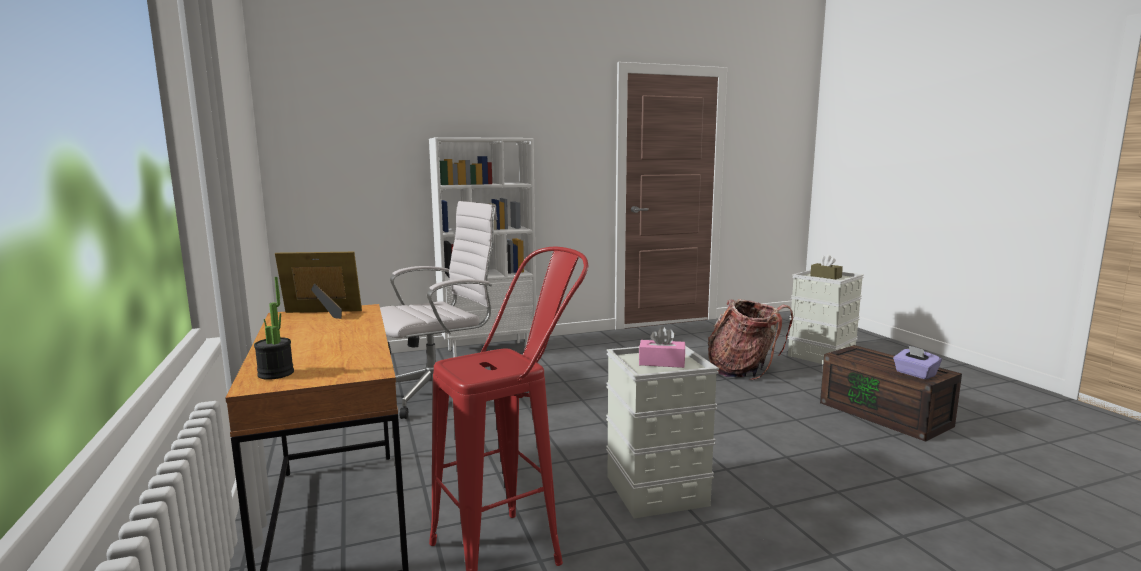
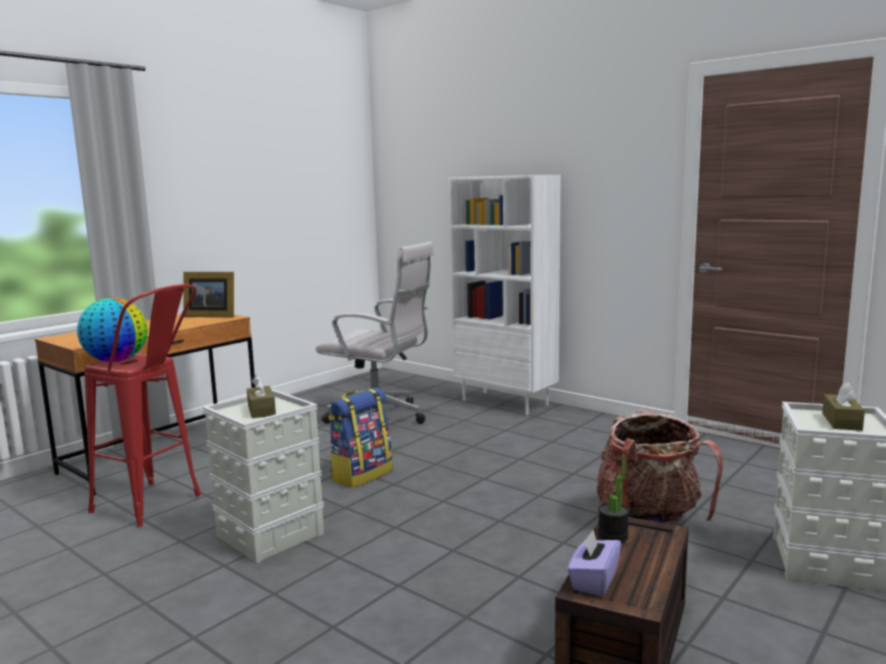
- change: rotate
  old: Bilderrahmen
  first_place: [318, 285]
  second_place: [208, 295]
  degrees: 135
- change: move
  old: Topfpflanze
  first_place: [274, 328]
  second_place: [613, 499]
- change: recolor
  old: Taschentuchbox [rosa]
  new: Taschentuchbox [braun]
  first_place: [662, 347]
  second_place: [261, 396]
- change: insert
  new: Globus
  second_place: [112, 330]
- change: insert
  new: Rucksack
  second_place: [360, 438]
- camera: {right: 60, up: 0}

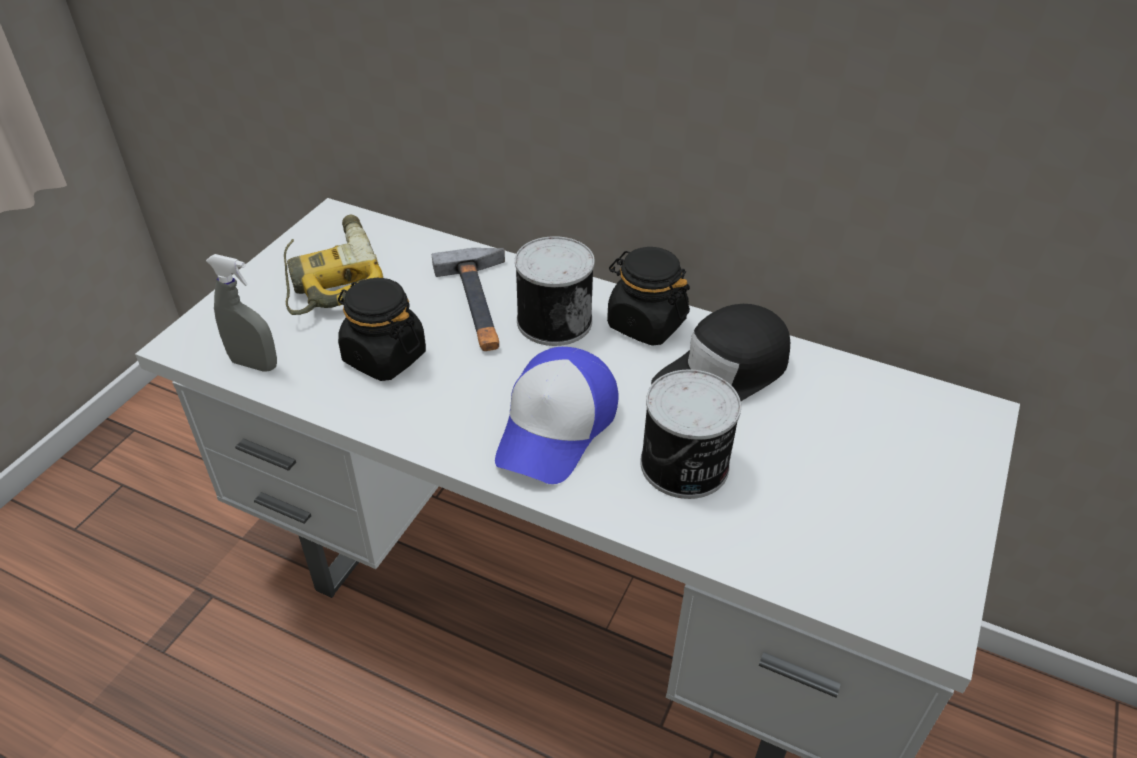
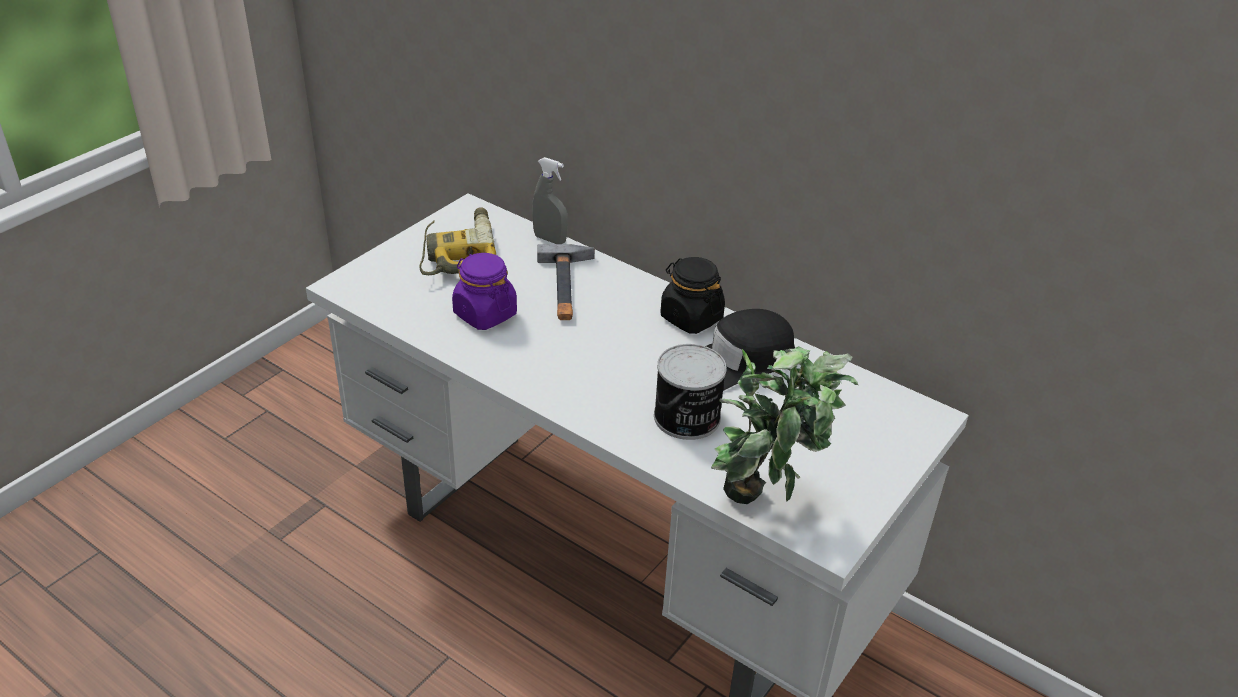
- change: delete
  old: Dose
  first_place: [555, 291]
- change: move
  old: Sprühflasche [grau]
  first_place: [241, 313]
  second_place: [550, 200]
- change: recolor
  old: Vorratsglas [schwarz]
  new: Vorratsglas [lila]
  first_place: [382, 329]
  second_place: [484, 291]
- change: delete
  old: Kappe
  first_place: [557, 415]
- change: insert
  new: Topfpflanze
  second_place: [784, 425]
- camera: {right: 10, up: -5}

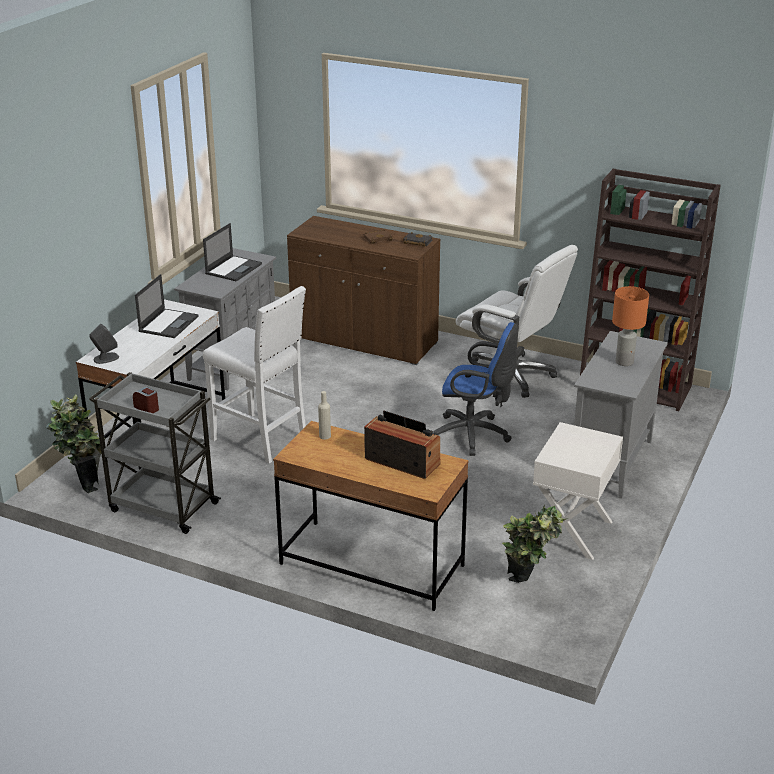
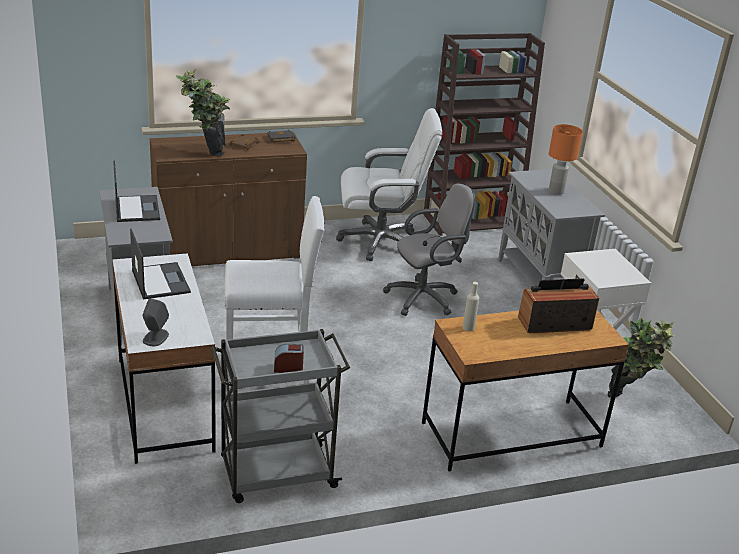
- change: recolor
  old: Bürostuhl [blau]
  new: Bürostuhl [grau]
  first_place: [475, 389]
  second_place: [429, 250]
- change: move
  old: Topfpflanze
  first_place: [75, 443]
  second_place: [203, 113]
- camera: {right: -45, up: 0}

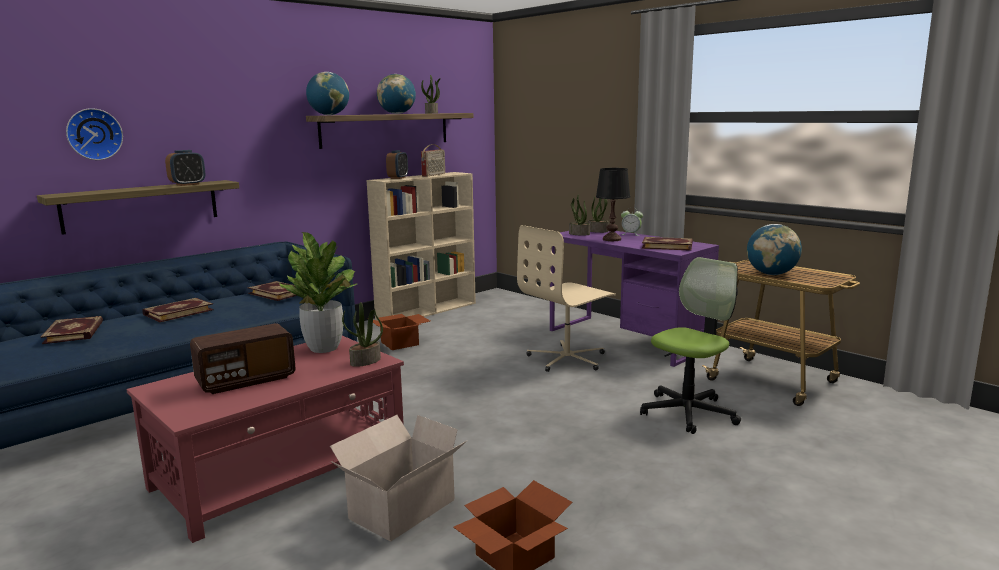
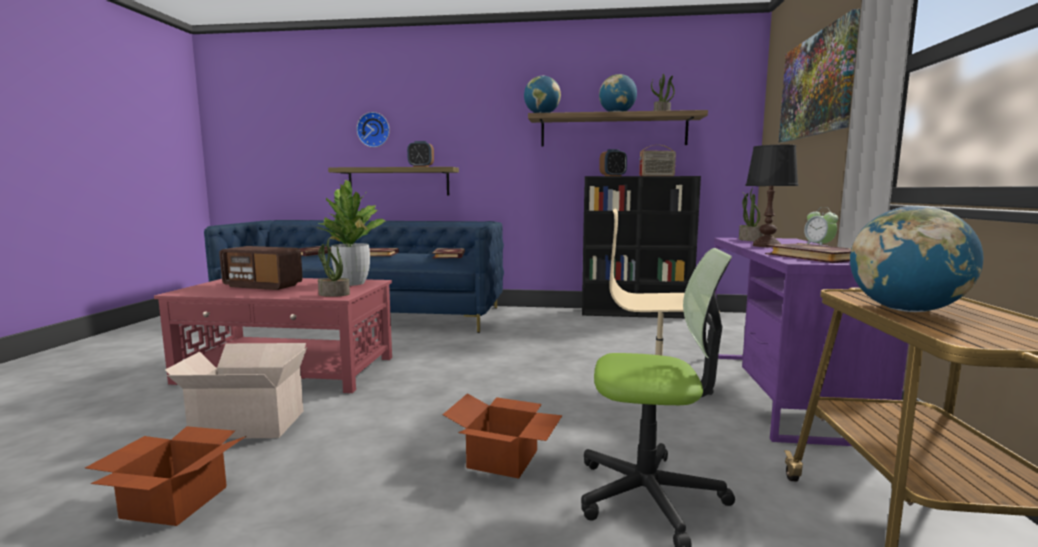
- change: recolor
  old: Bücherregal [beige]
  new: Bücherregal [schwarz]
  first_place: [421, 246]
  second_place: [641, 247]
- change: delete
  old: Topfpflanze
  first_place: [598, 215]
- change: move
  old: Karton
  first_place: [398, 332]
  second_place: [502, 436]
- change: insert
  new: Bild
  second_place: [819, 75]
- camera: {right: 50, up: -5}

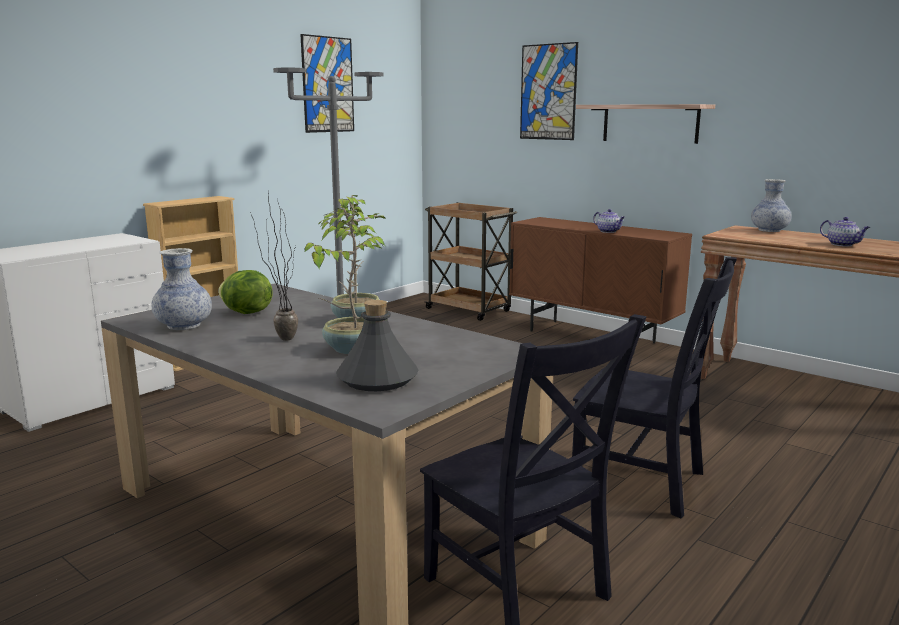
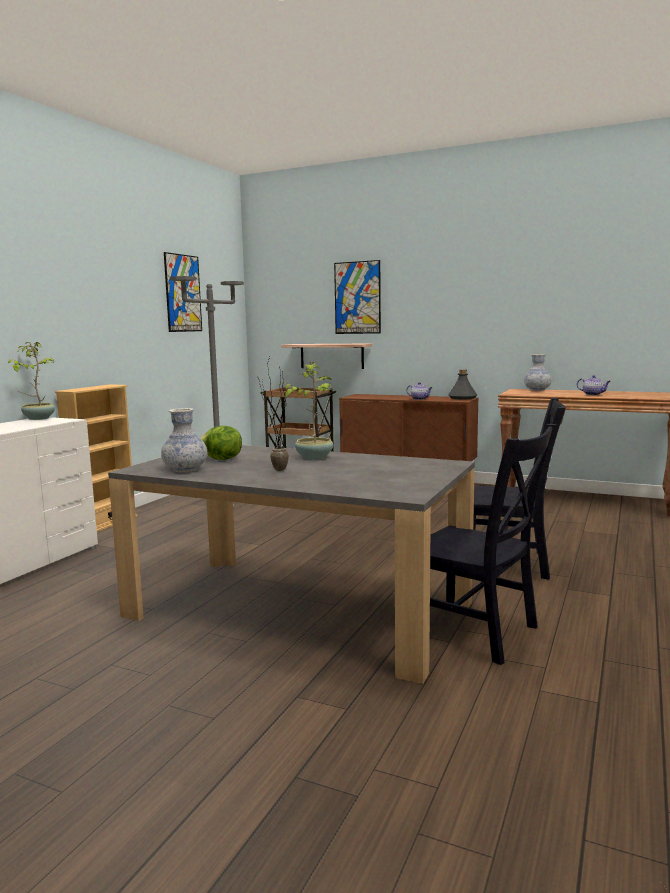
- change: move
  old: Wandregal
  first_place: [645, 124]
  second_place: [326, 356]
- change: move
  old: Topfpflanze
  first_place: [344, 280]
  second_place: [31, 381]
- change: move
  old: Flasche [grau]
  first_place: [377, 345]
  second_place: [462, 384]
- camera: {right: -15, up: -5}

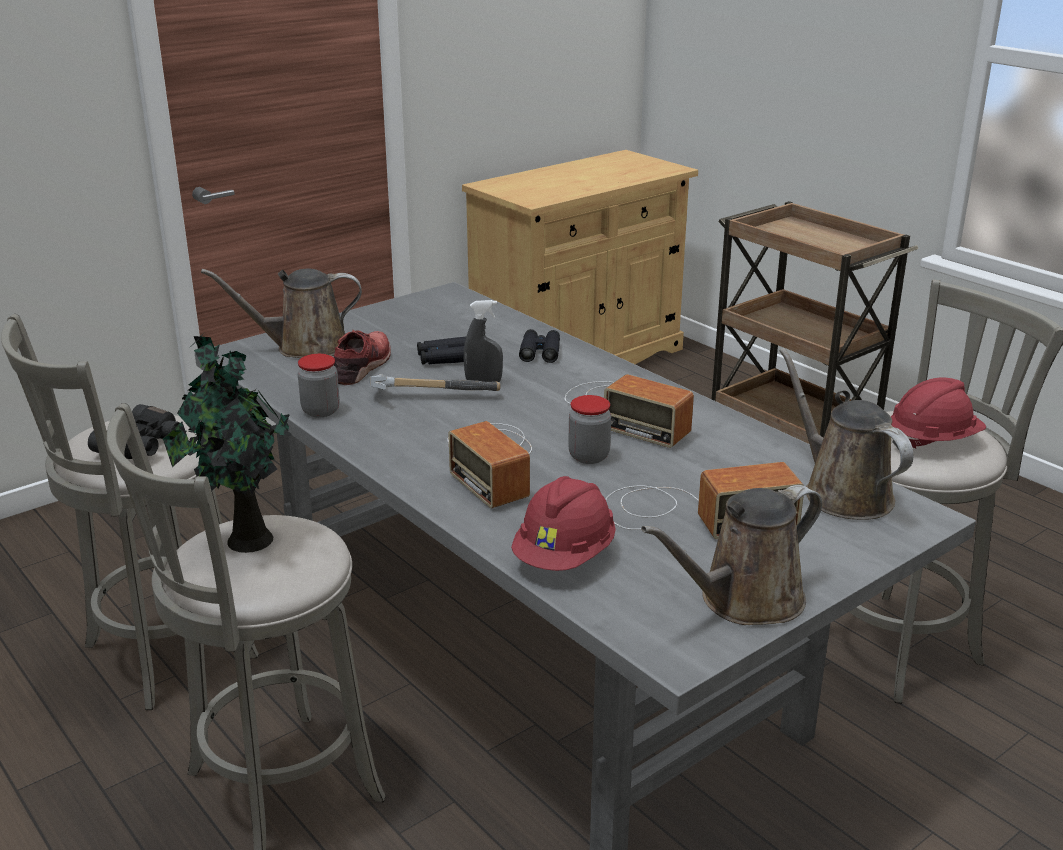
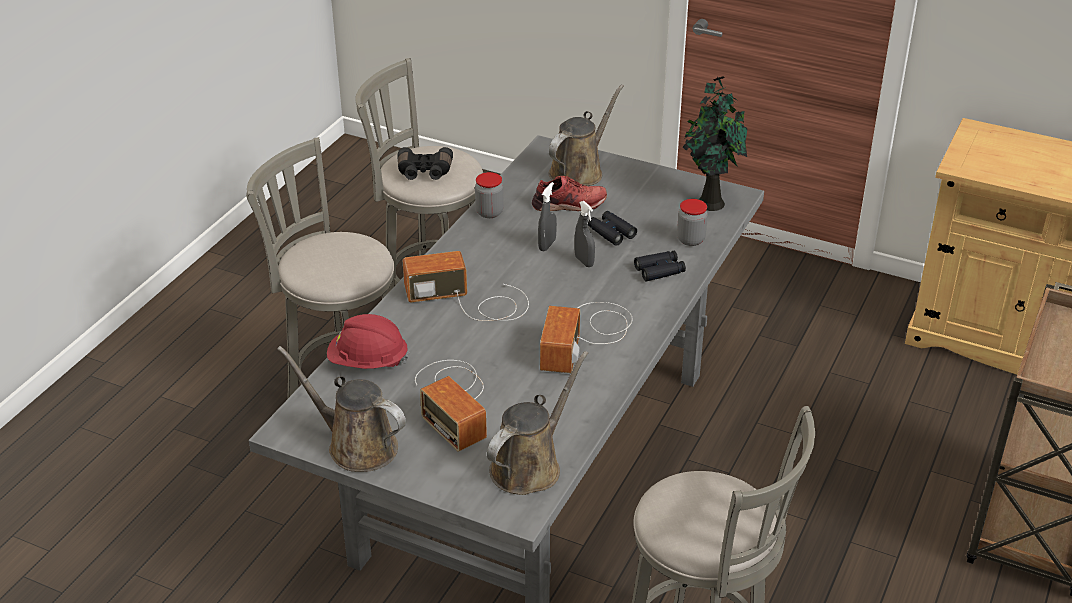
- change: rotate
  old: Gießkanne [braun]
  first_place: [281, 313]
  second_place: [586, 135]
  degrees: 75
- change: move
  old: Topfpflanze
  first_place: [227, 442]
  second_place: [715, 143]
- change: replace
  old: Hammer
  new: Sprühflasche [grau]
  first_place: [434, 382]
  second_place: [547, 217]
- change: delete
  old: Schutzhelm [rot]
  first_place: [938, 413]
- change: move
  old: Vorratsglas
  first_place: [589, 429]
  second_place: [692, 222]
- change: rotate
  old: Radio
  first_place: [489, 464]
  second_place: [466, 286]
  degrees: 45
- camera: {right: 65, up: 10}

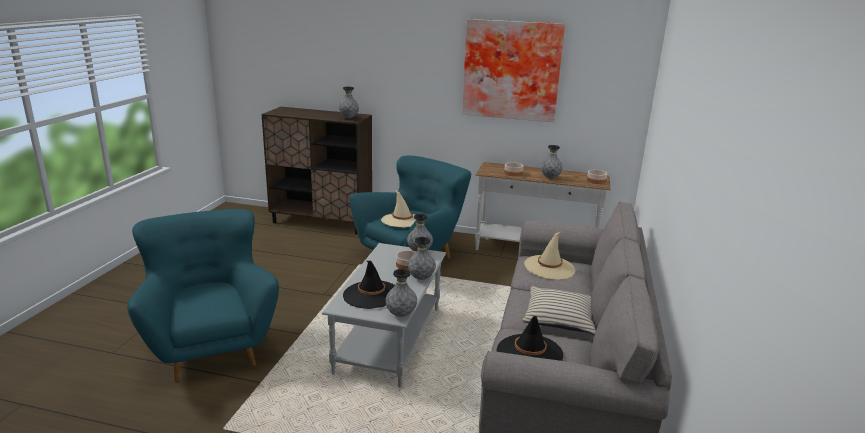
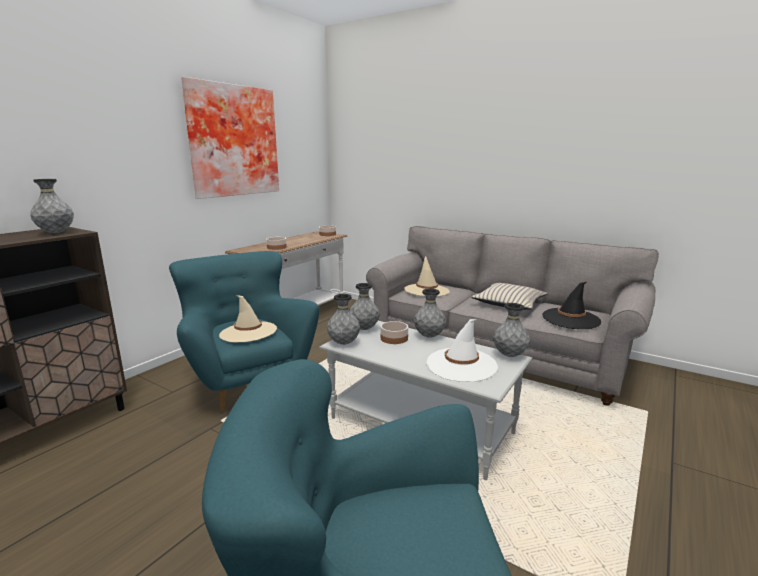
- change: move
  old: Vase [grau]
  first_place: [552, 161]
  second_place: [343, 319]
- change: recolor
  old: Hut [schwarz]
  new: Hut [weiß]
  first_place: [369, 285]
  second_place: [462, 350]
- camera: {right: -70, up: -5}

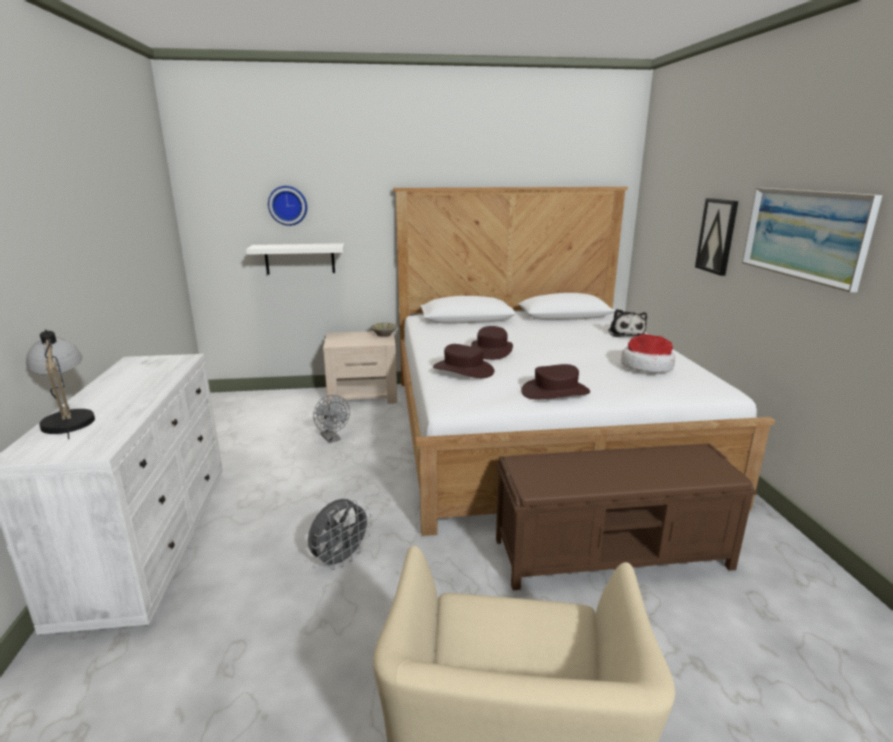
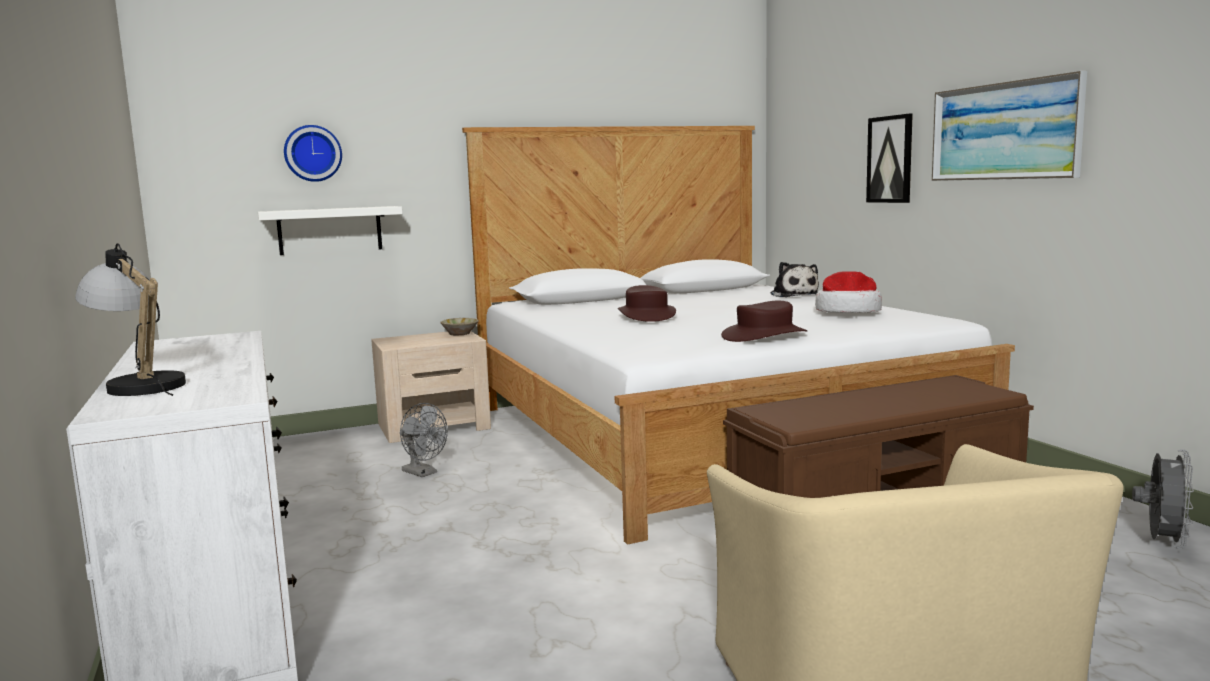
- change: delete
  old: Hut [braun]
  first_place: [463, 361]
- change: move
  old: Ventilator [grau]
  first_place: [340, 534]
  second_place: [1163, 499]
- camera: {right: -15, up: -10}

